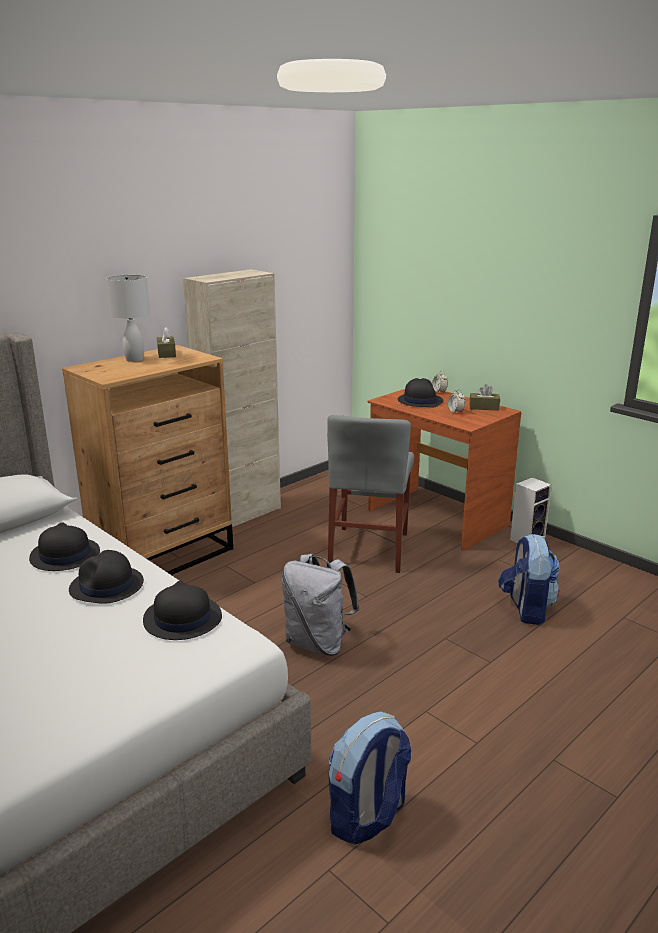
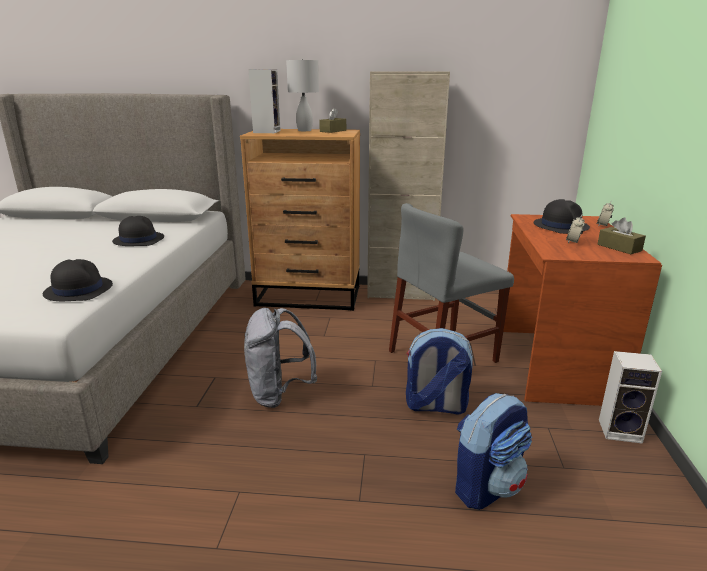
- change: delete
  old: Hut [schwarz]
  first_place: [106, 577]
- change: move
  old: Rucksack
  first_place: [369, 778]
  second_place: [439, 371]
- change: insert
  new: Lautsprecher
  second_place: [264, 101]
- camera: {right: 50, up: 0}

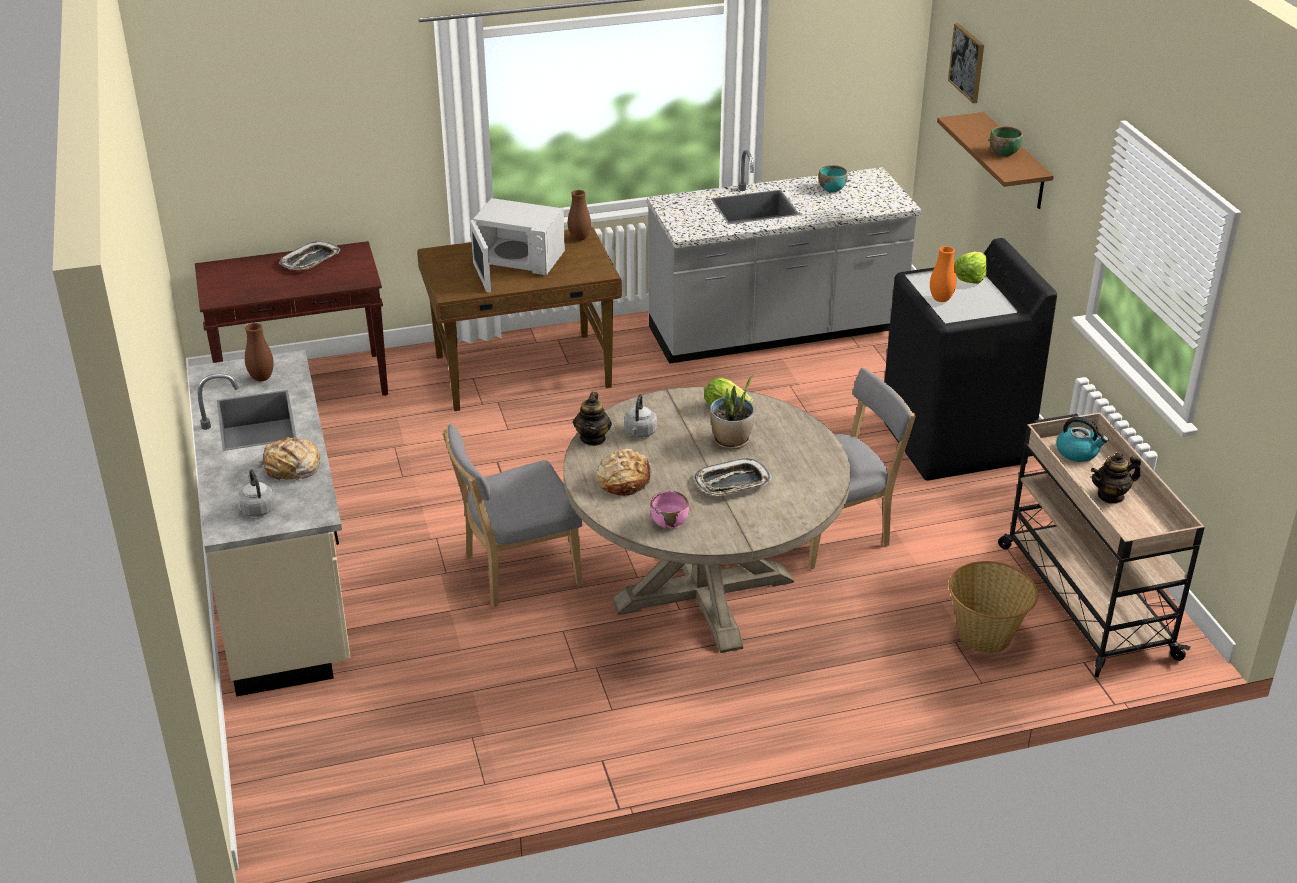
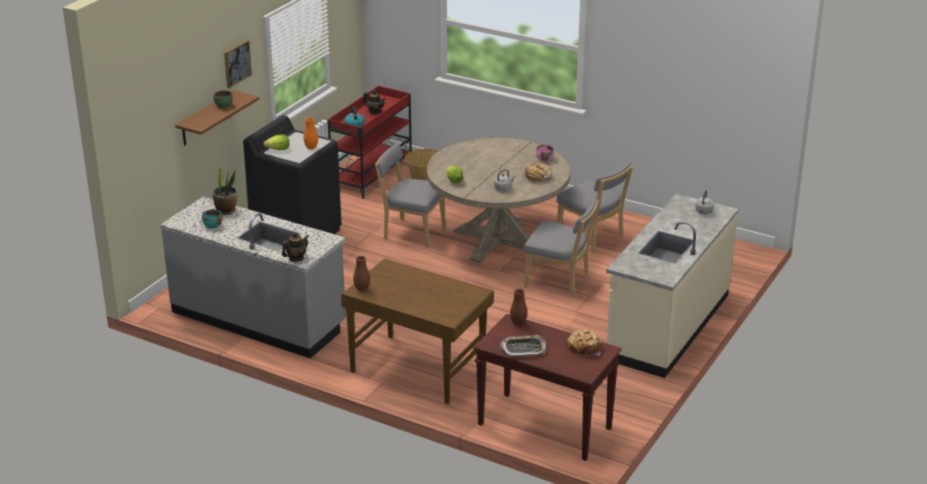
- change: move
  old: Bild
  first_place: [966, 63]
  second_place: [238, 64]
- change: delete
  old: Mikrowelle [weiß]
  first_place: [517, 245]
- change: move
  old: Vase [braun]
  first_place: [259, 352]
  second_place: [519, 307]
- change: move
  old: Topfpflanze
  first_place: [732, 412]
  second_place: [225, 190]
- change: move
  old: Teekanne
  first_place: [592, 419]
  second_place: [295, 247]
- change: recolor
  old: Rollwagen [beige]
  new: Rollwagen [rot]
  first_place: [1101, 545]
  second_place: [369, 142]
- change: move
  old: Brot
  first_place: [288, 459]
  second_place: [584, 342]
- change: delete
  old: Tablett
  first_place: [733, 477]
- change: insert
  new: Stuhl [grau]
  second_place: [594, 207]
- camera: {right: -135, up: -5}

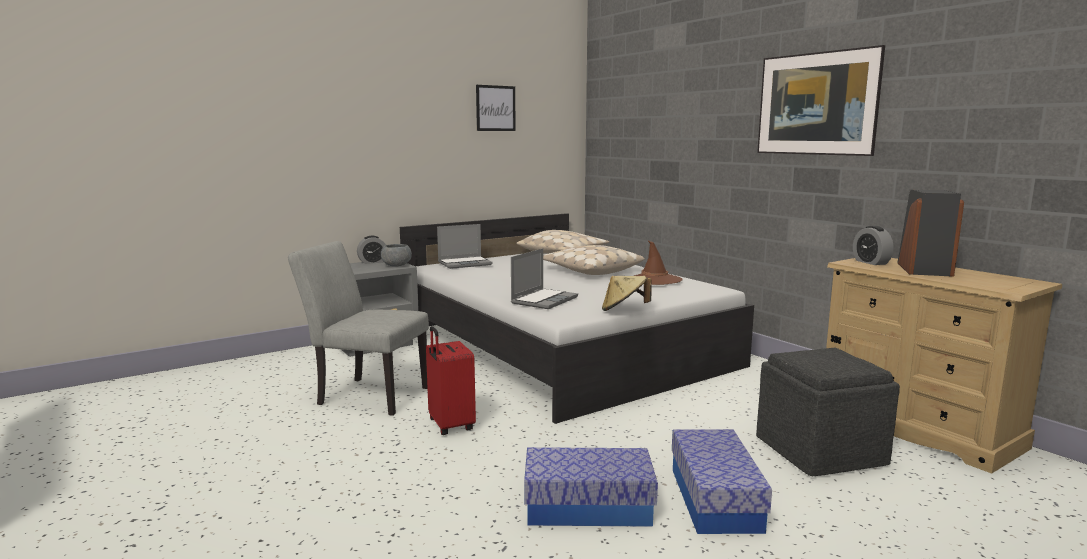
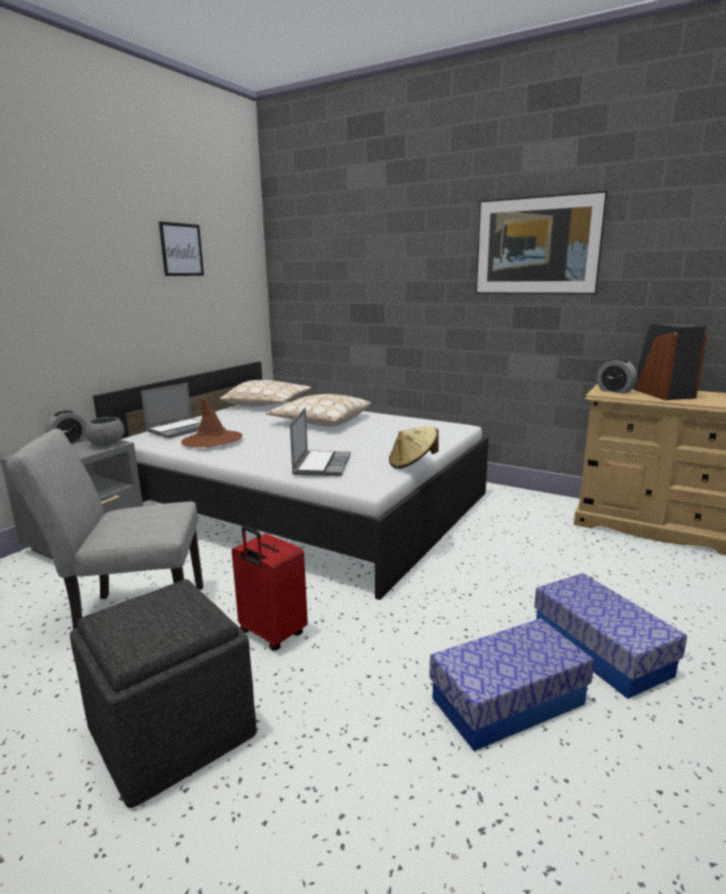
- change: move
  old: Hut [braun]
  first_place: [658, 262]
  second_place: [212, 422]
- change: move
  old: Polsterhocker [grau]
  first_place: [828, 412]
  second_place: [163, 693]
- camera: {right: -25, up: 5}

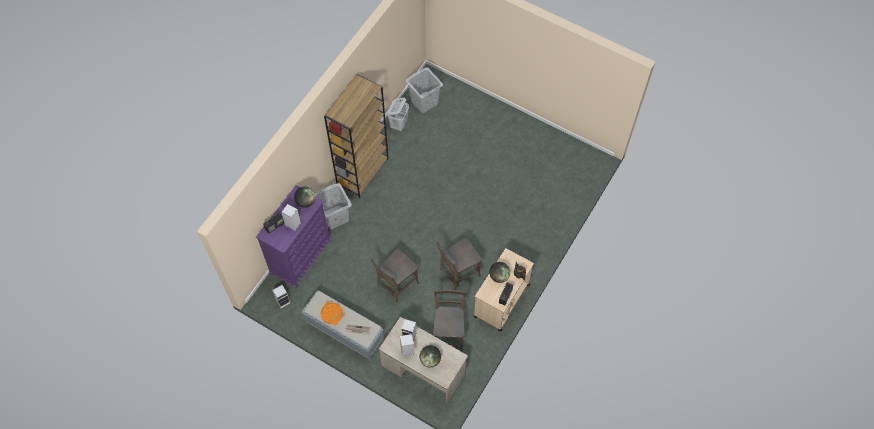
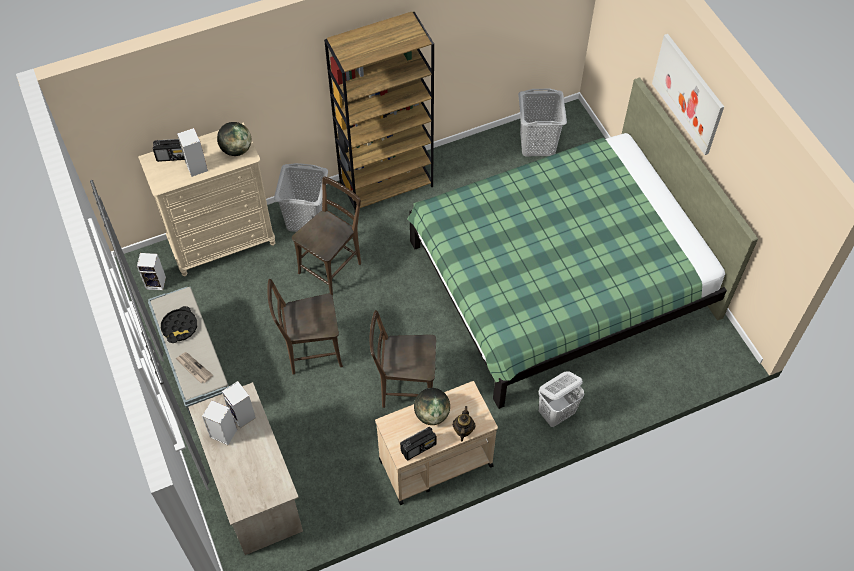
- change: move
  old: Wäschekorb [weiß]
  first_place: [398, 114]
  second_place: [561, 399]
- change: recolor
  old: Kommode [lila]
  new: Kommode [beige]
  first_place: [293, 237]
  second_place: [206, 199]
- change: move
  old: Stuhl [braun]
  first_place: [449, 320]
  second_place: [326, 235]
- change: recolor
  old: Tablett [orange]
  new: Tablett [schwarz]
  first_place: [332, 313]
  second_place: [179, 324]
- change: delete
  old: Globus
  first_place: [430, 356]
- change: insert
  new: Bild
  second_place: [688, 94]
- change: insert
  new: Bett [grün]
  second_place: [582, 243]
- camera: {right: 35, up: -5}

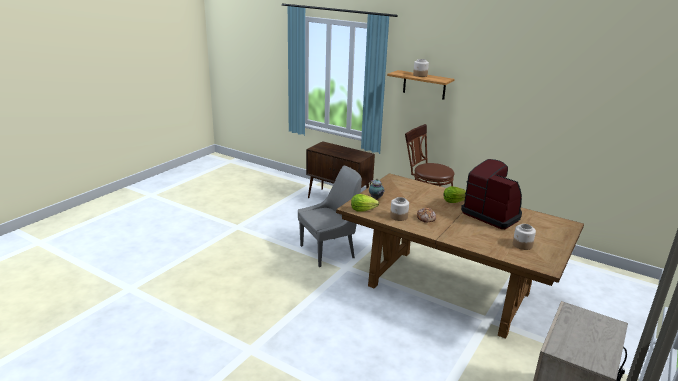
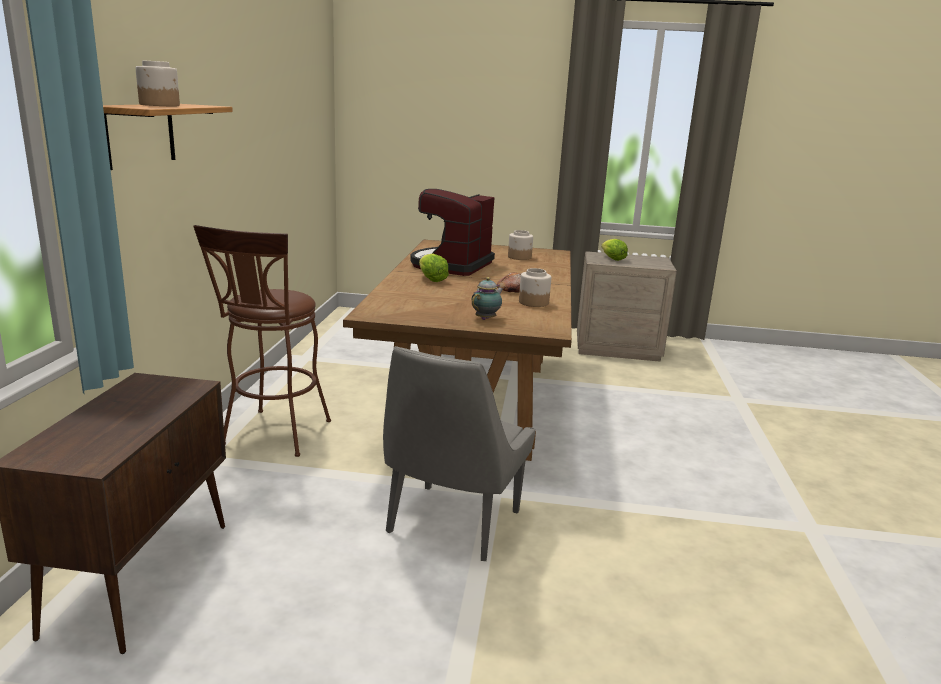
- change: rotate
  old: Stuhl [grau]
  first_place: [330, 216]
  second_place: [459, 453]
  degrees: -105
- change: move
  old: Salatkopf
  first_place: [365, 203]
  second_place: [614, 250]
- camera: {right: -115, up: -5}

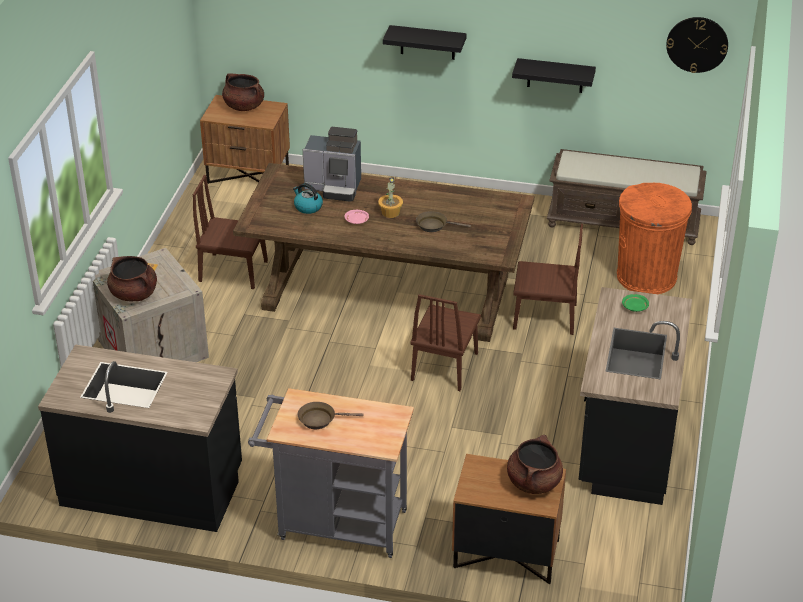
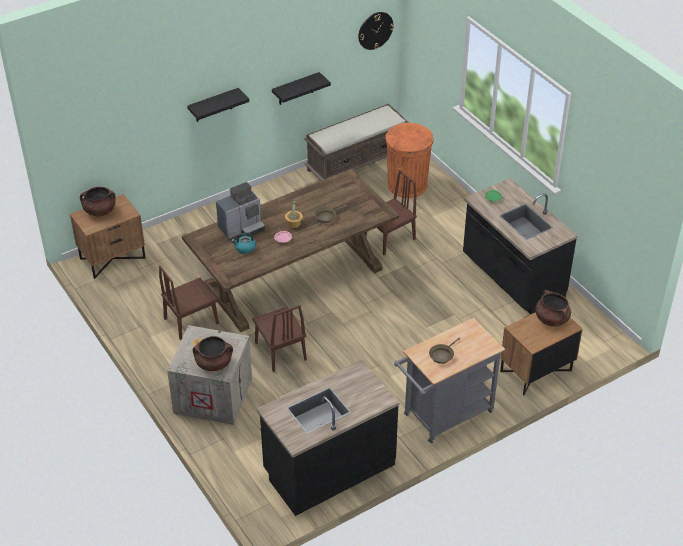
- change: move
  old: Stuhl [braun]
  first_place: [445, 342]
  second_place: [279, 338]
- camera: {right: -45, up: 5}

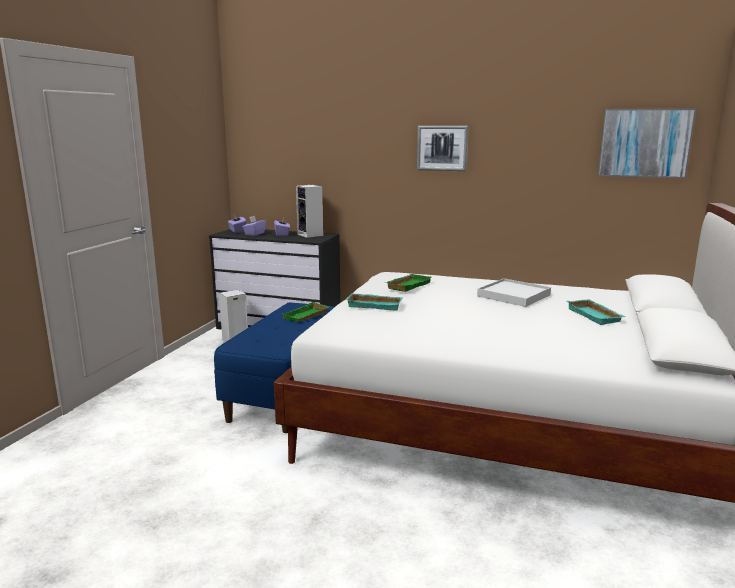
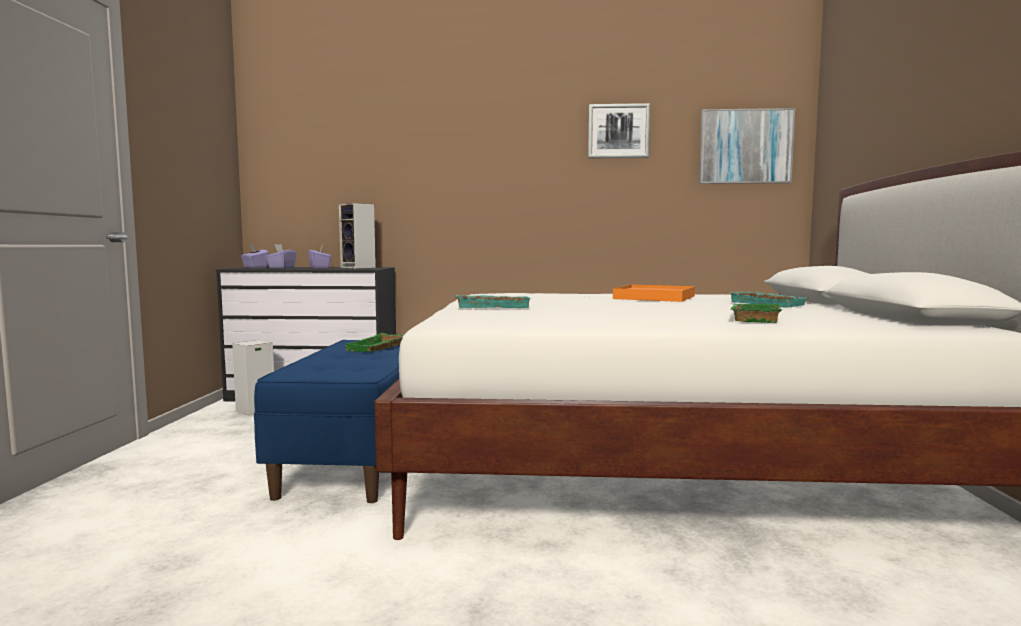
- change: move
  old: Bild
  first_place: [443, 148]
  second_place: [619, 130]
- change: move
  old: Tablett [grün]
  first_place: [408, 283]
  second_place: [756, 313]
- change: recolor
  old: Tablett [weiß]
  new: Tablett [orange]
  first_place: [514, 292]
  second_place: [654, 293]
- camera: {right: -15, up: -10}

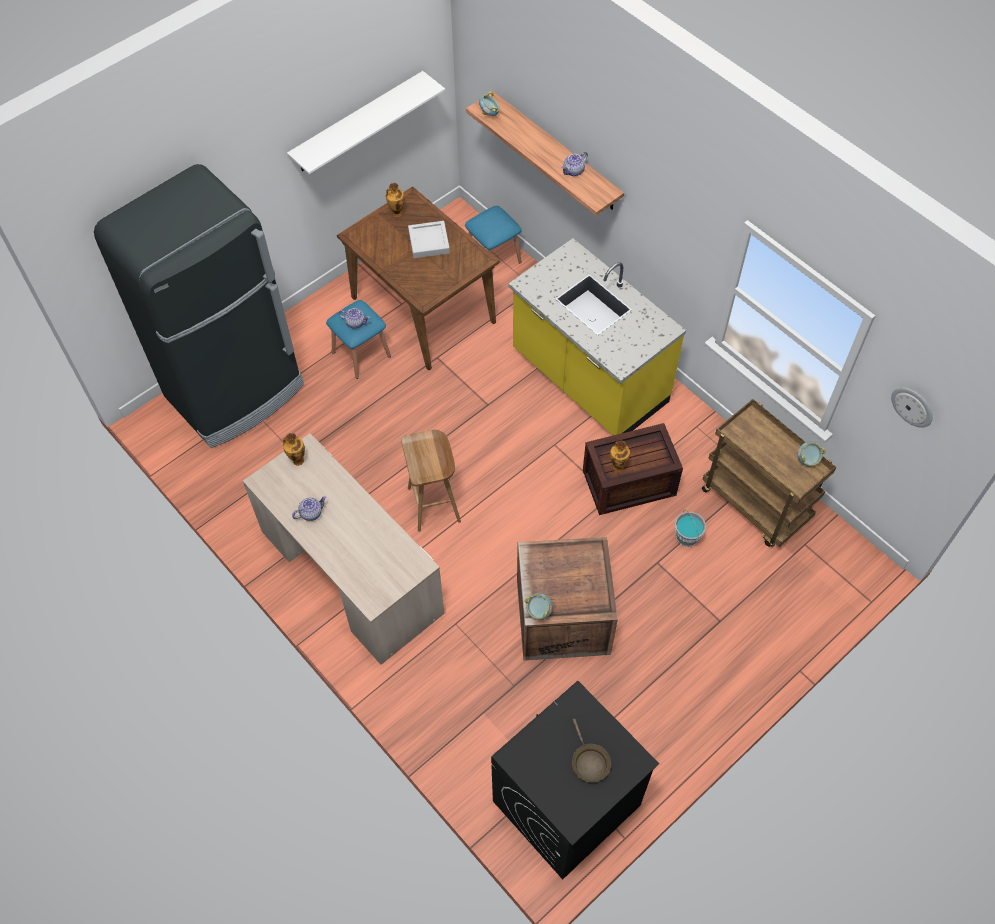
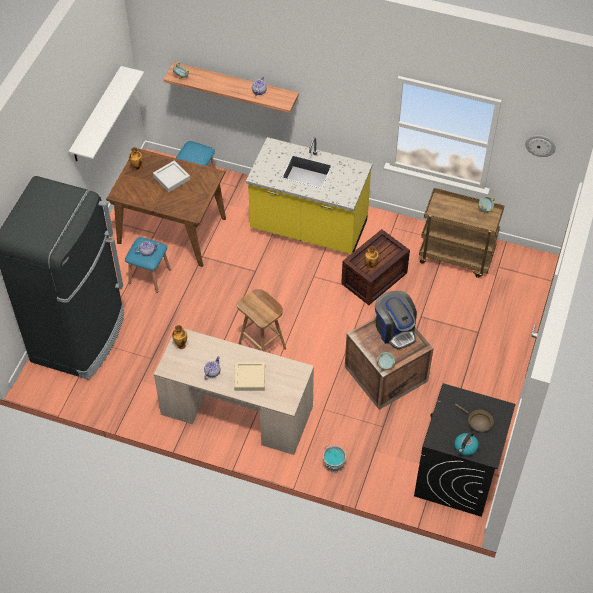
- change: move
  old: Eimer [grau]
  first_place: [690, 528]
  second_place: [334, 459]
- change: insert
  new: Kaffeemaschine
  second_place: [396, 320]
- change: insert
  new: Tablett [beige]
  second_place: [249, 376]
- change: insert
  new: Wasserkessel
  second_place: [466, 443]
- camera: {right: -30, up: -5}

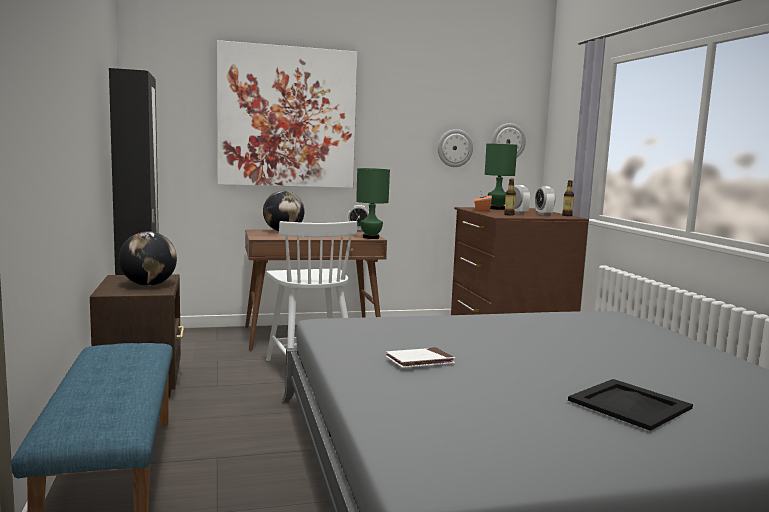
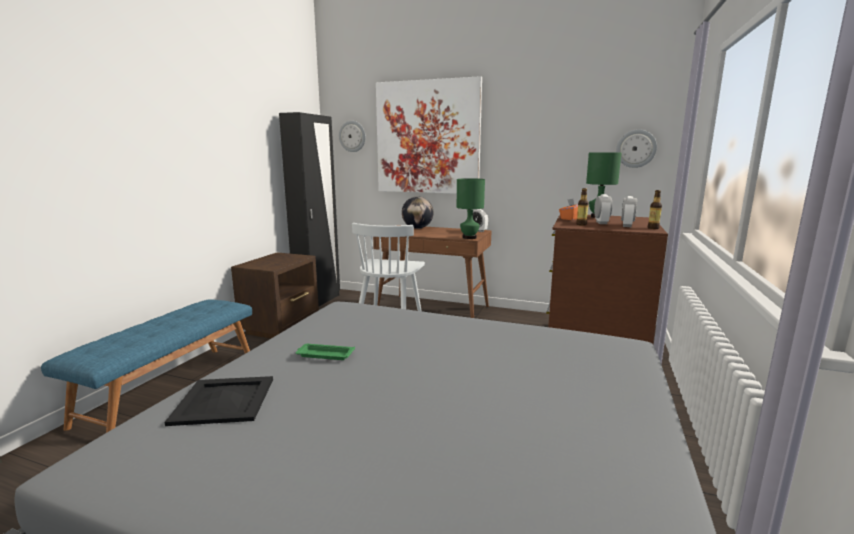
- change: move
  old: Wanduhr
  first_place: [455, 148]
  second_place: [352, 136]
- change: delete
  old: Globus
  first_place: [148, 258]
- change: replace
  old: Buch [weiß]
  new: Tablett [grün]
  first_place: [420, 357]
  second_place: [325, 352]
- change: move
  old: Tablett [schwarz]
  first_place: [630, 405]
  second_place: [219, 401]
- camera: {right: 35, up: 5}

